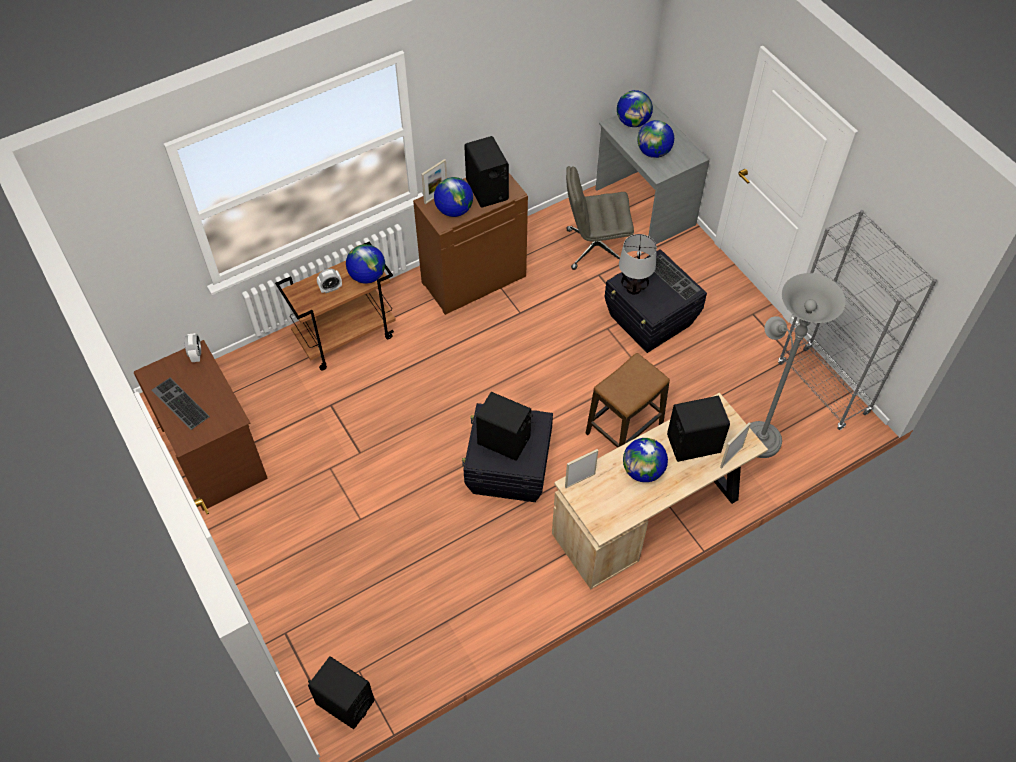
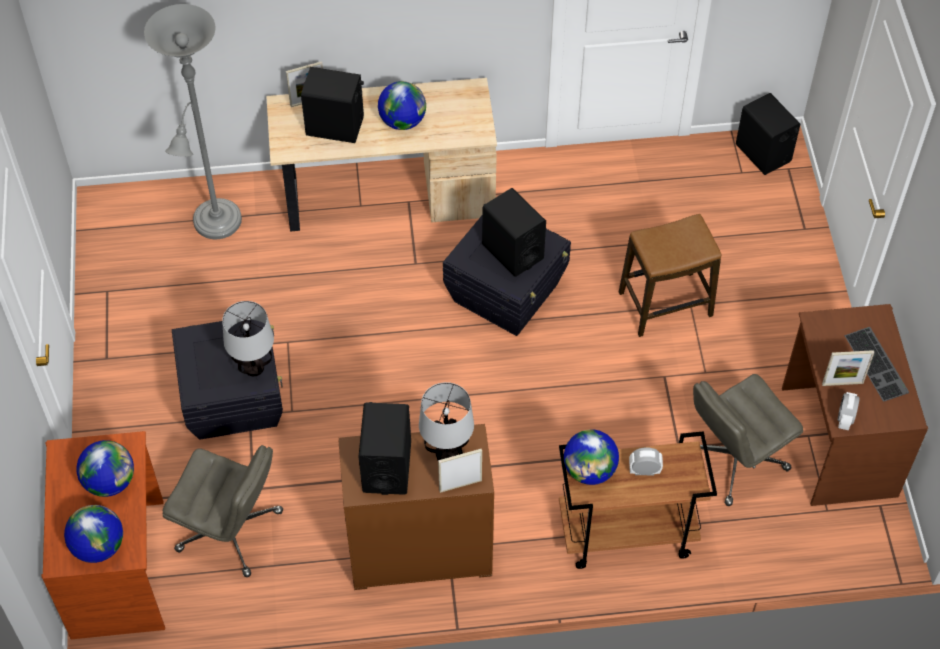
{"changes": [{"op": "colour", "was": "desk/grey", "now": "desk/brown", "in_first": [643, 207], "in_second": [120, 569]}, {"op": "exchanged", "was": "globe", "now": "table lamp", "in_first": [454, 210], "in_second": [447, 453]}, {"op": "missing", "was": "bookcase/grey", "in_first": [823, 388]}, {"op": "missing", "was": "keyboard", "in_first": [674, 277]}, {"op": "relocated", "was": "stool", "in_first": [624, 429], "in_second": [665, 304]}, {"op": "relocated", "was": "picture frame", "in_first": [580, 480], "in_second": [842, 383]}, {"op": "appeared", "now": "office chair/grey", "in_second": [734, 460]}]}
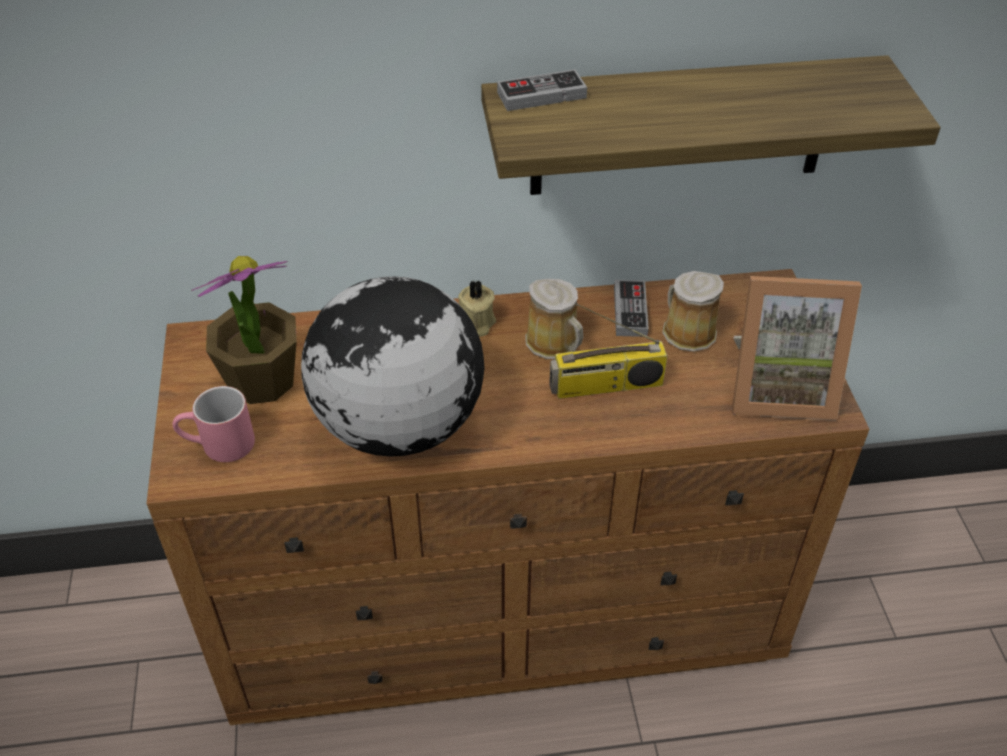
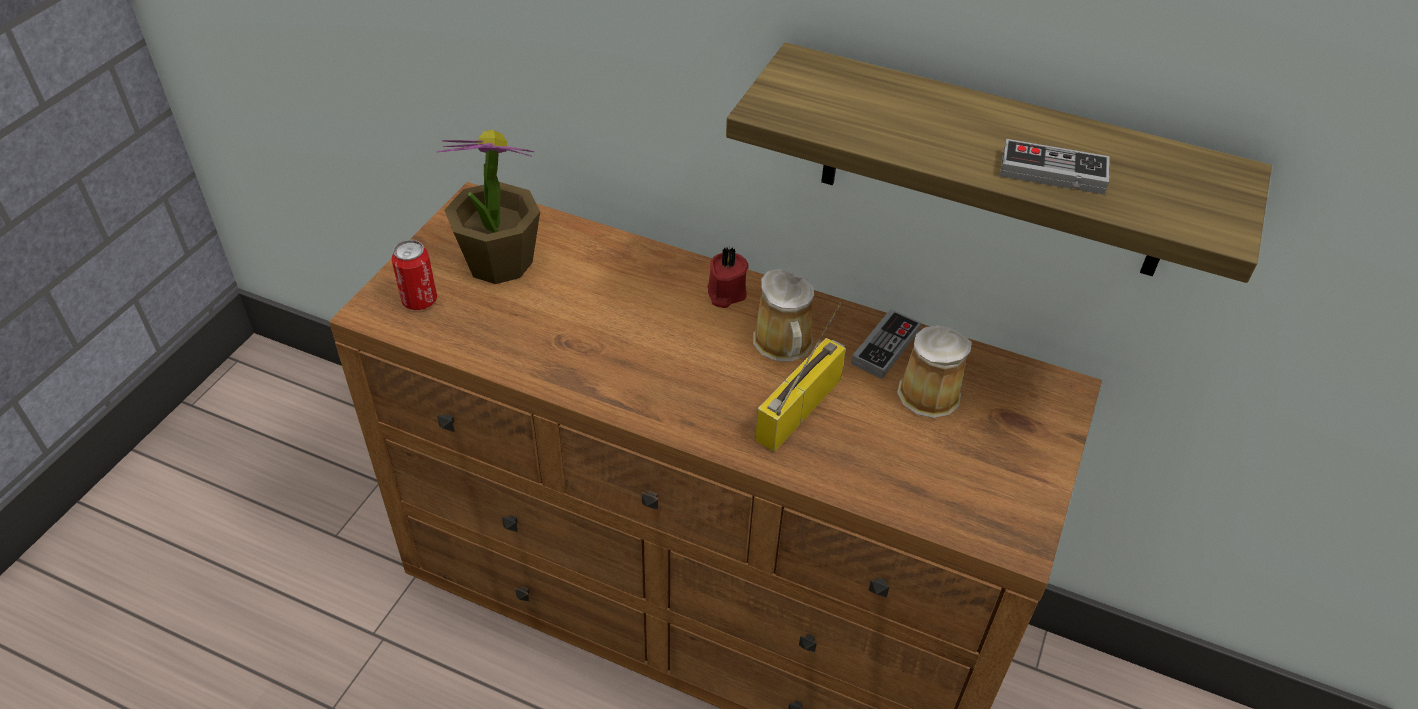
{"changes": [{"op": "relocated", "was": "game controller", "in_first": [541, 95], "in_second": [1052, 172]}, {"op": "missing", "was": "globe", "in_first": [397, 425]}, {"op": "missing", "was": "picture frame", "in_first": [779, 388]}, {"op": "colour", "was": "candle/beige", "now": "candle/red", "in_first": [476, 323], "in_second": [725, 293]}, {"op": "spun", "was": "radio", "in_first": [606, 386], "in_second": [798, 407], "clockwise": 105}, {"op": "exchanged", "was": "mug/pink", "now": "can", "in_first": [218, 446], "in_second": [419, 301]}]}
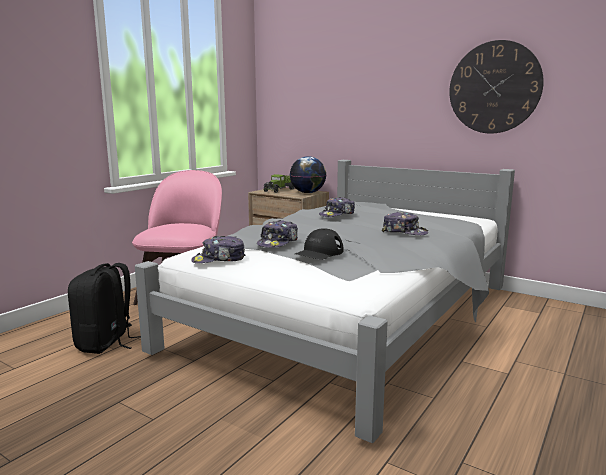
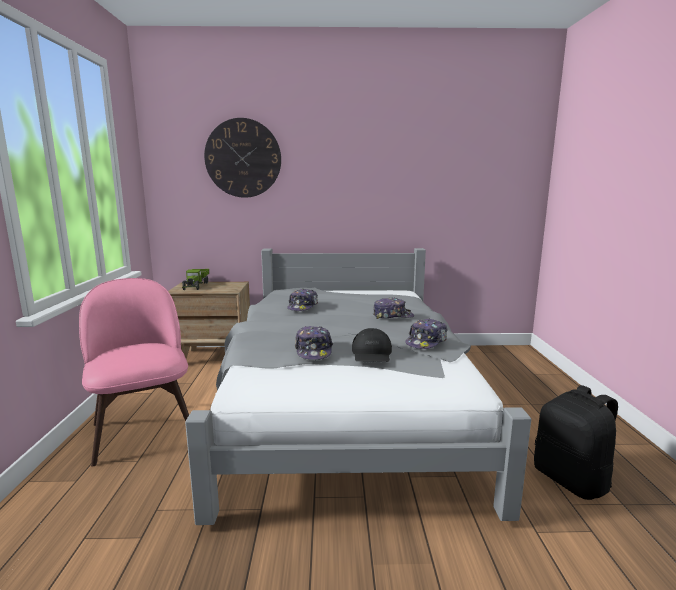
{"changes": [{"op": "relocated", "was": "wall clock", "in_first": [494, 87], "in_second": [243, 158]}, {"op": "missing", "was": "globe", "in_first": [308, 193]}, {"op": "relocated", "was": "cap", "in_first": [219, 260], "in_second": [426, 342]}, {"op": "relocated", "was": "backpack/black", "in_first": [106, 343], "in_second": [572, 480]}]}
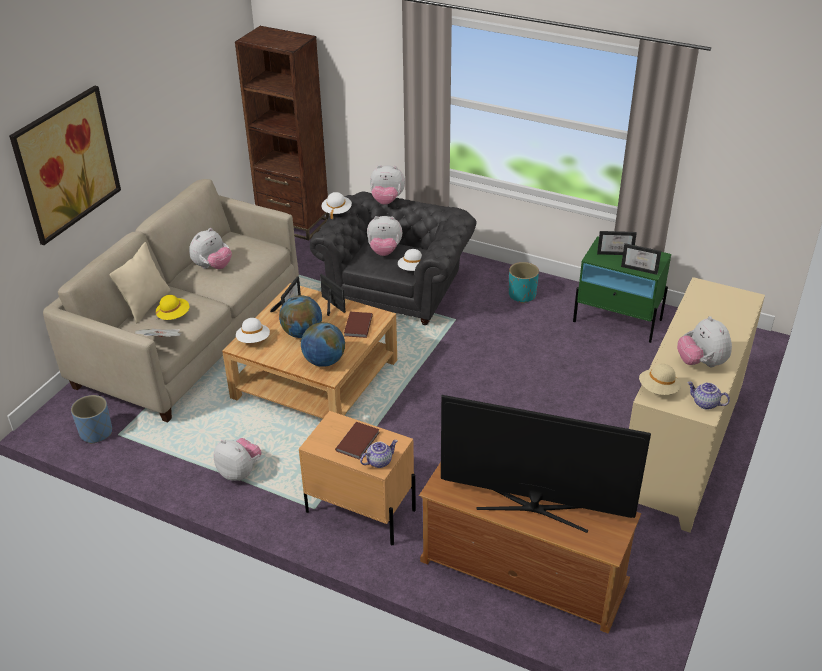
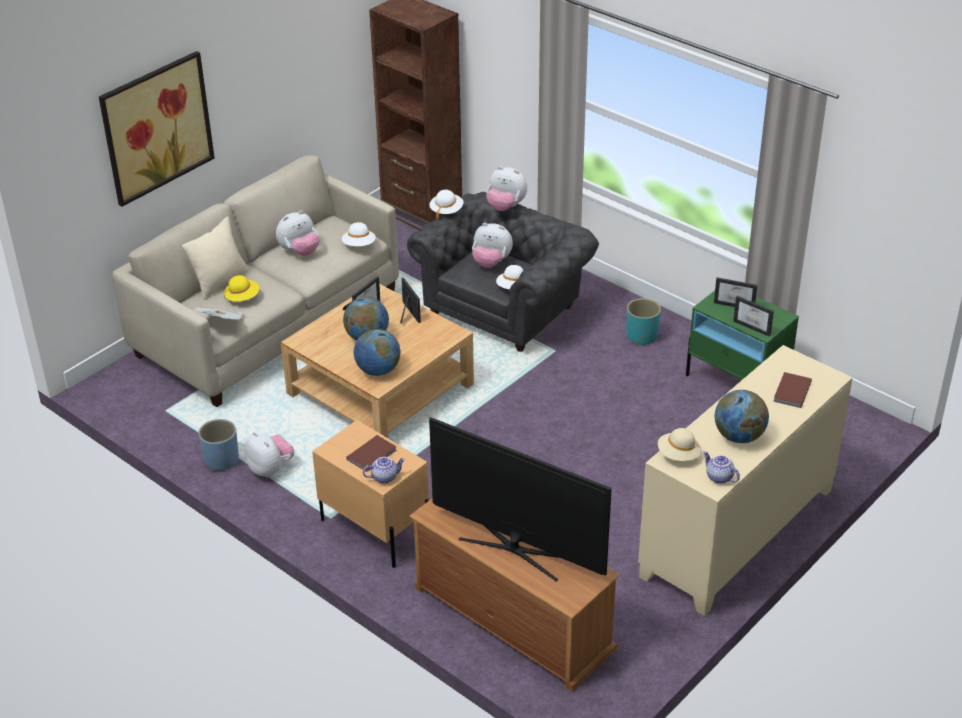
{"changes": [{"op": "relocated", "was": "book/brown", "in_first": [357, 326], "in_second": [791, 392]}, {"op": "exchanged", "was": "plush toy", "now": "globe", "in_first": [701, 363], "in_second": [739, 436]}, {"op": "relocated", "was": "hat/white", "in_first": [253, 340], "in_second": [359, 245]}, {"op": "relocated", "was": "planter/blue", "in_first": [96, 433], "in_second": [221, 460]}]}
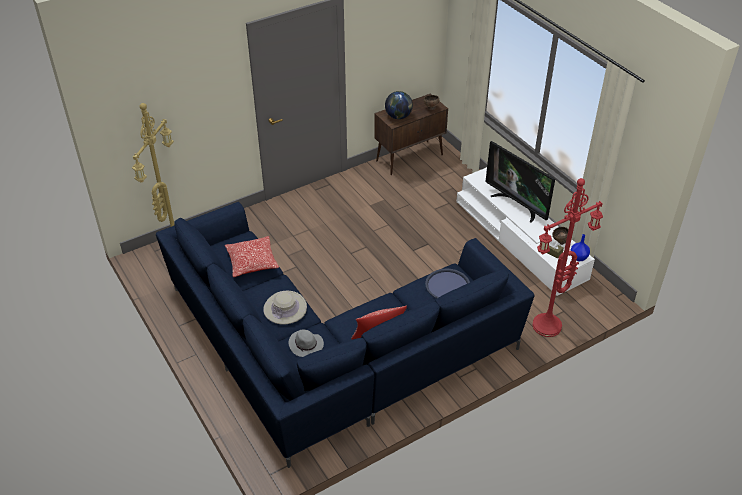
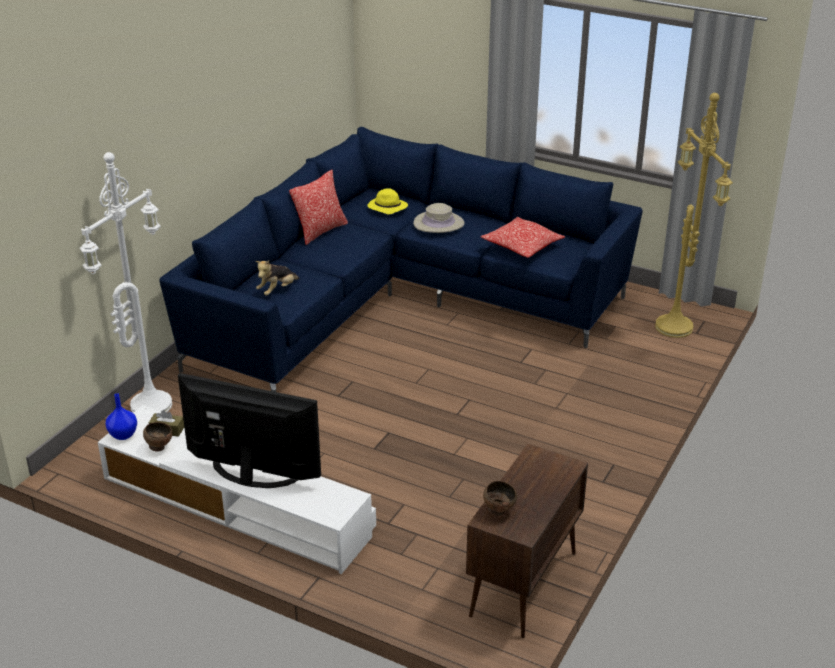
{"changes": [{"op": "missing", "was": "globe", "in_first": [398, 116]}, {"op": "colour", "was": "floor lamp/red", "now": "floor lamp/white", "in_first": [547, 327], "in_second": [150, 404]}, {"op": "exchanged", "was": "tray/blue", "now": "plush toy", "in_first": [447, 285], "in_second": [277, 290]}, {"op": "colour", "was": "hat/grey", "now": "hat/yellow", "in_first": [306, 345], "in_second": [387, 208]}]}
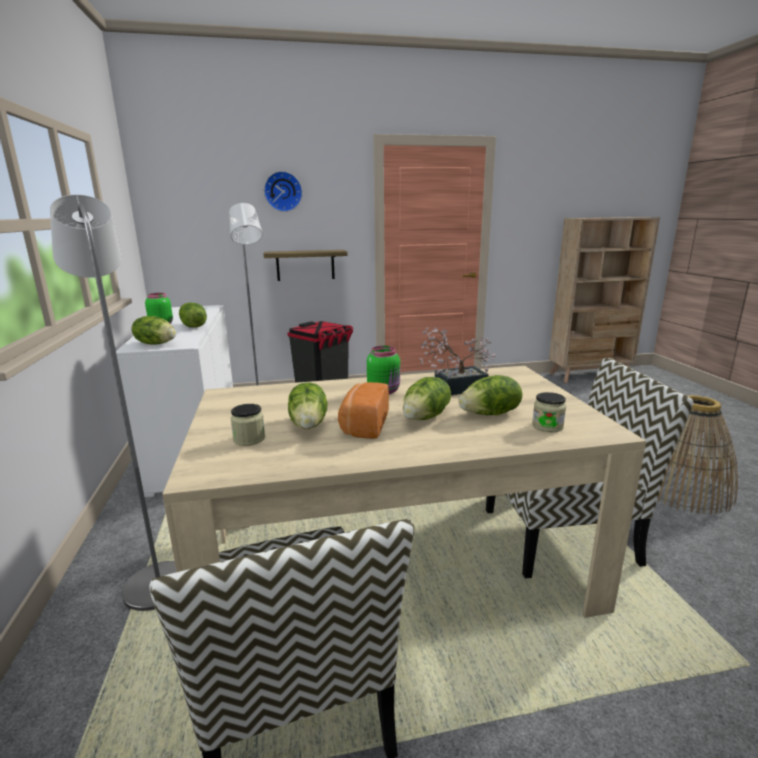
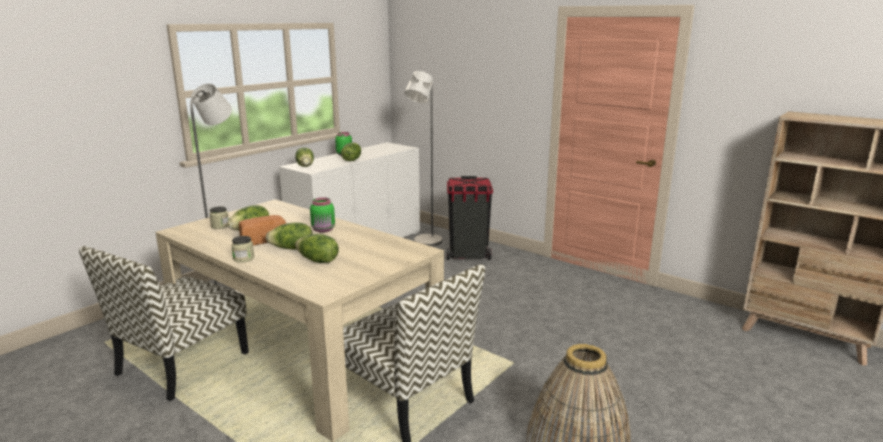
{"changes": [{"op": "missing", "was": "wall clock", "in_first": [283, 191]}, {"op": "missing", "was": "shelf", "in_first": [305, 265]}, {"op": "missing", "was": "potted plant", "in_first": [454, 388]}, {"op": "relocated", "was": "jar", "in_first": [547, 426], "in_second": [243, 258]}]}
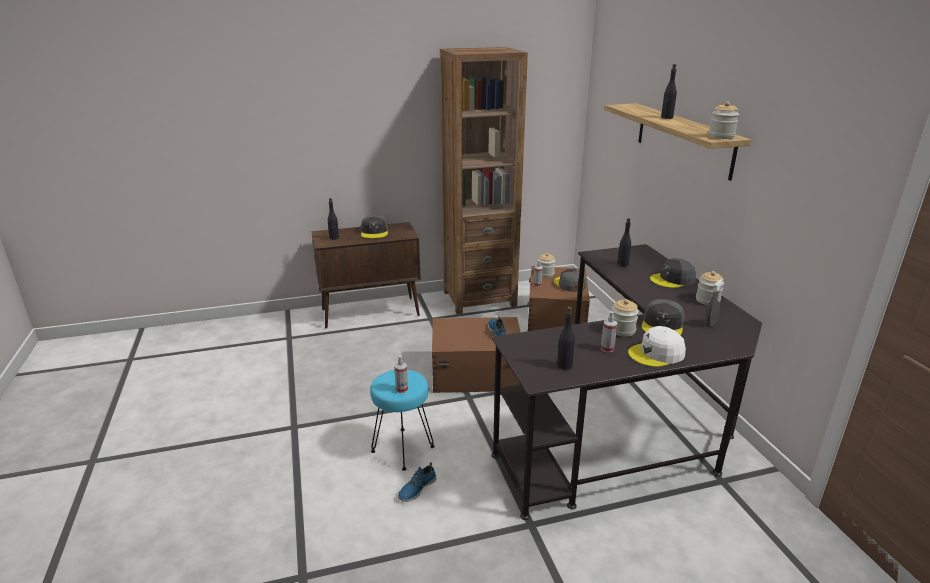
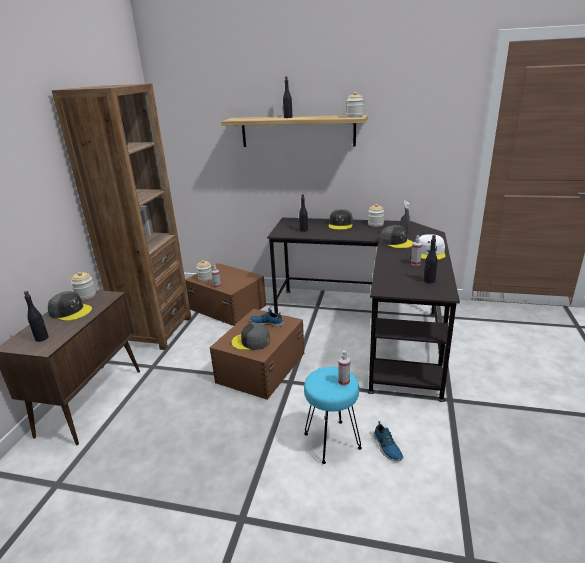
{"changes": [{"op": "relocated", "was": "cap/grey", "in_first": [569, 284], "in_second": [251, 341]}, {"op": "relocated", "was": "jar", "in_first": [622, 330], "in_second": [85, 295]}]}
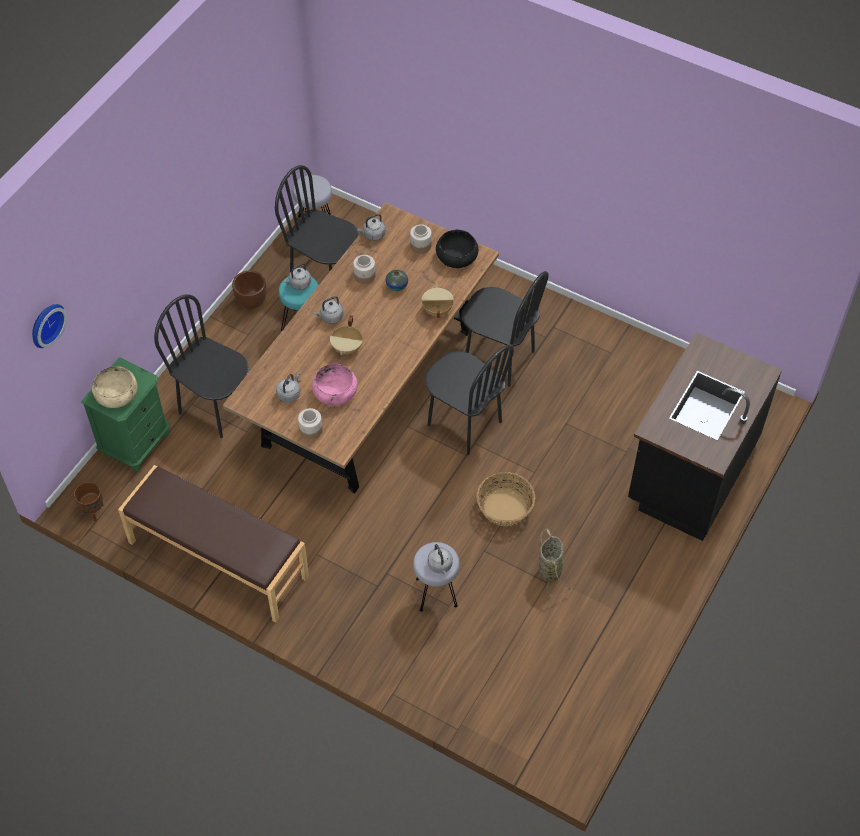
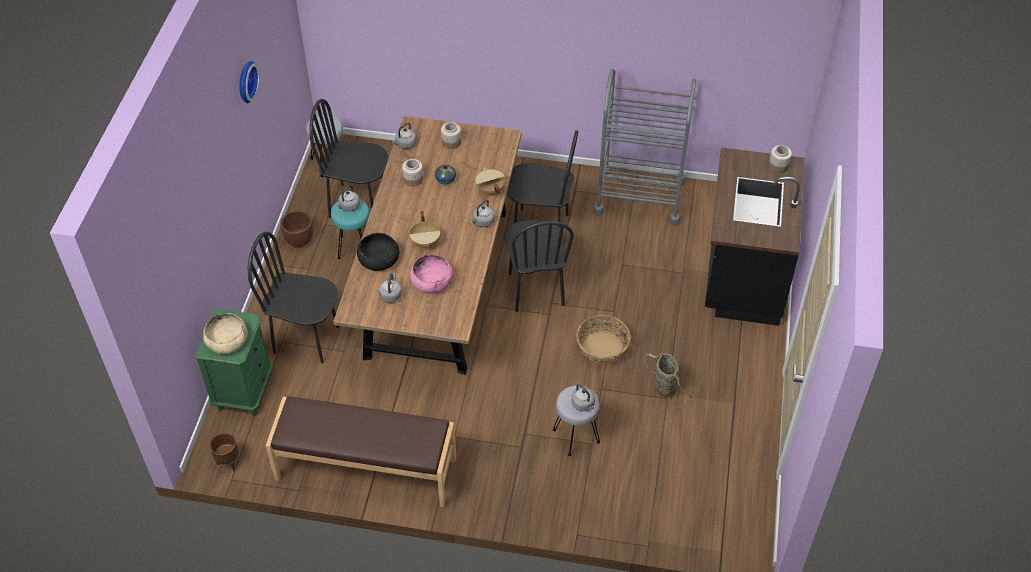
{"changes": [{"op": "relocated", "was": "bowl/black", "in_first": [457, 256], "in_second": [379, 259]}, {"op": "relocated", "was": "kettle/grey", "in_first": [330, 317], "in_second": [482, 222]}, {"op": "relocated", "was": "wall clock", "in_first": [45, 324], "in_second": [245, 81]}, {"op": "spun", "was": "chair/black", "in_first": [464, 424], "in_second": [535, 289], "clockwise": 60}, {"op": "relocated", "was": "jar", "in_first": [311, 430], "in_second": [778, 166]}, {"op": "appeared", "now": "cart/grey", "in_second": [639, 197]}]}
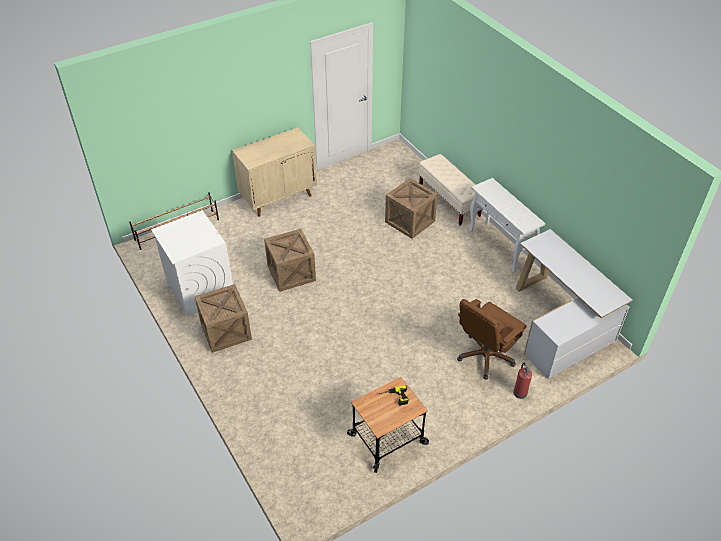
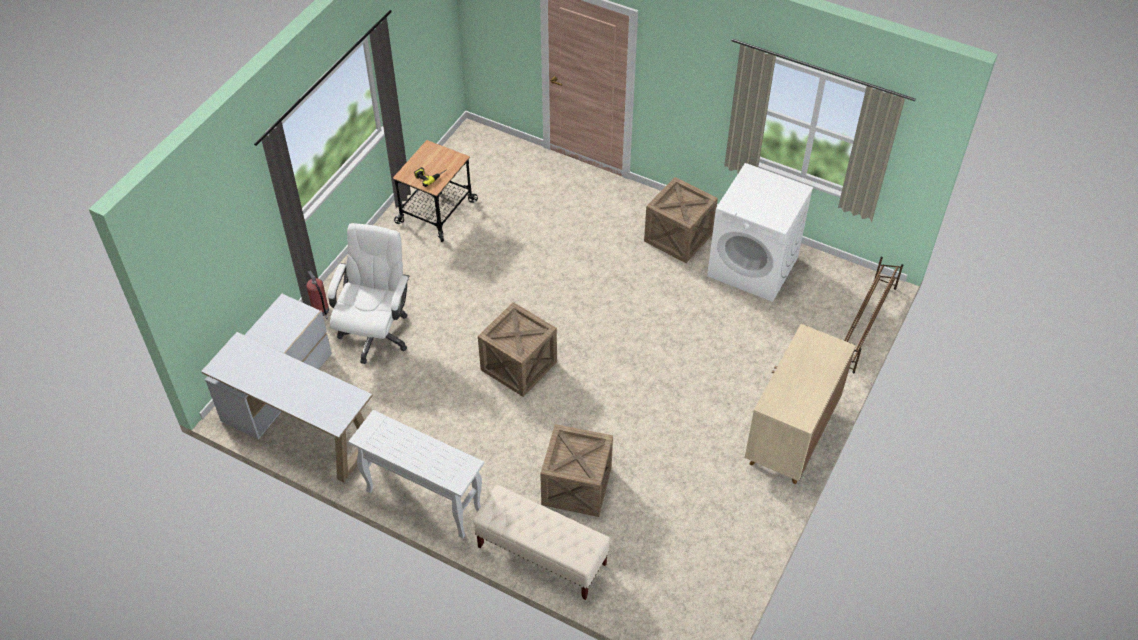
{"changes": [{"op": "relocated", "was": "crate", "in_first": [291, 273], "in_second": [519, 366]}, {"op": "colour", "was": "office chair/brown", "now": "office chair/white", "in_first": [485, 356], "in_second": [375, 334]}]}
